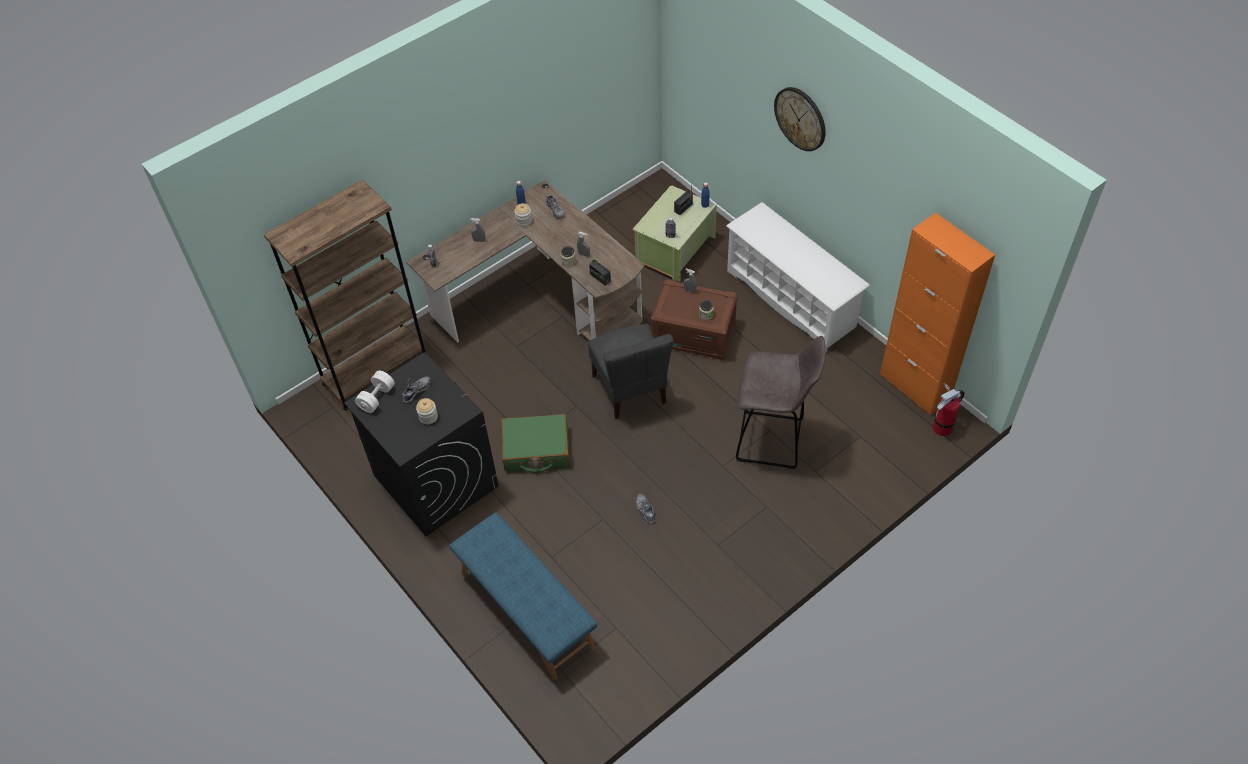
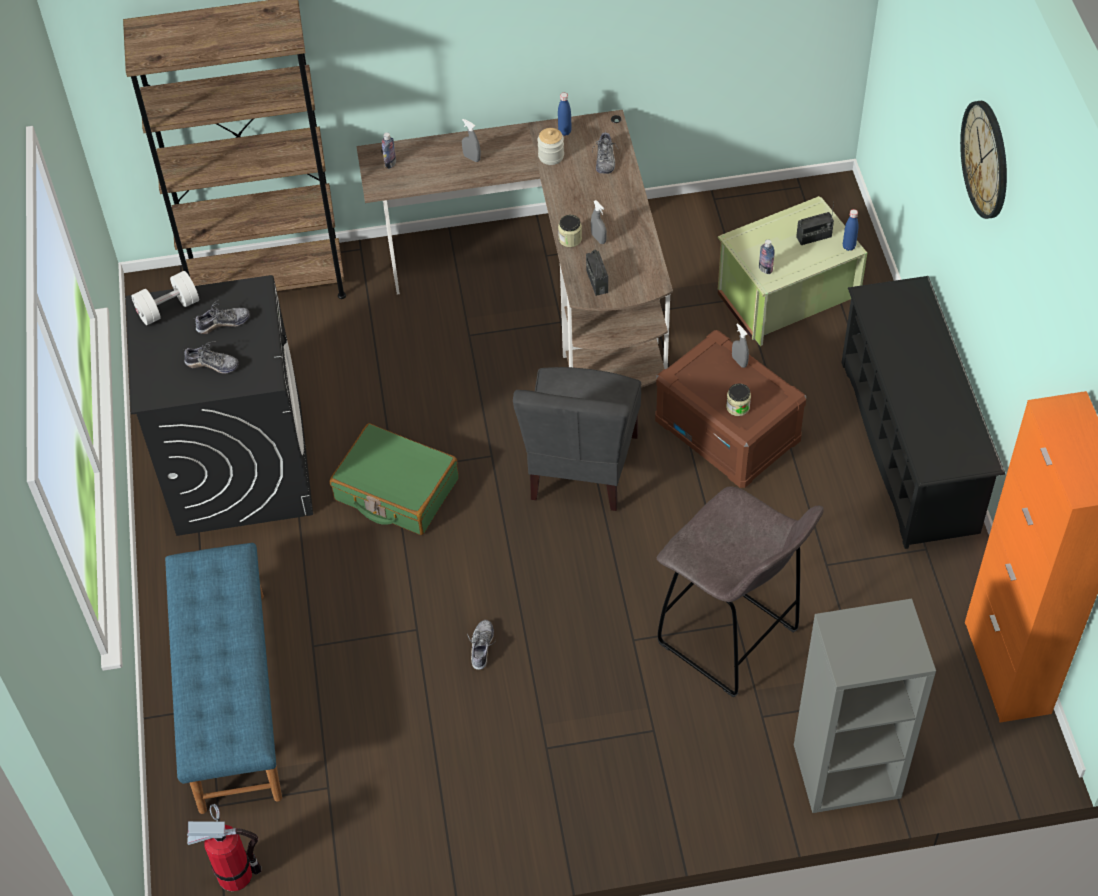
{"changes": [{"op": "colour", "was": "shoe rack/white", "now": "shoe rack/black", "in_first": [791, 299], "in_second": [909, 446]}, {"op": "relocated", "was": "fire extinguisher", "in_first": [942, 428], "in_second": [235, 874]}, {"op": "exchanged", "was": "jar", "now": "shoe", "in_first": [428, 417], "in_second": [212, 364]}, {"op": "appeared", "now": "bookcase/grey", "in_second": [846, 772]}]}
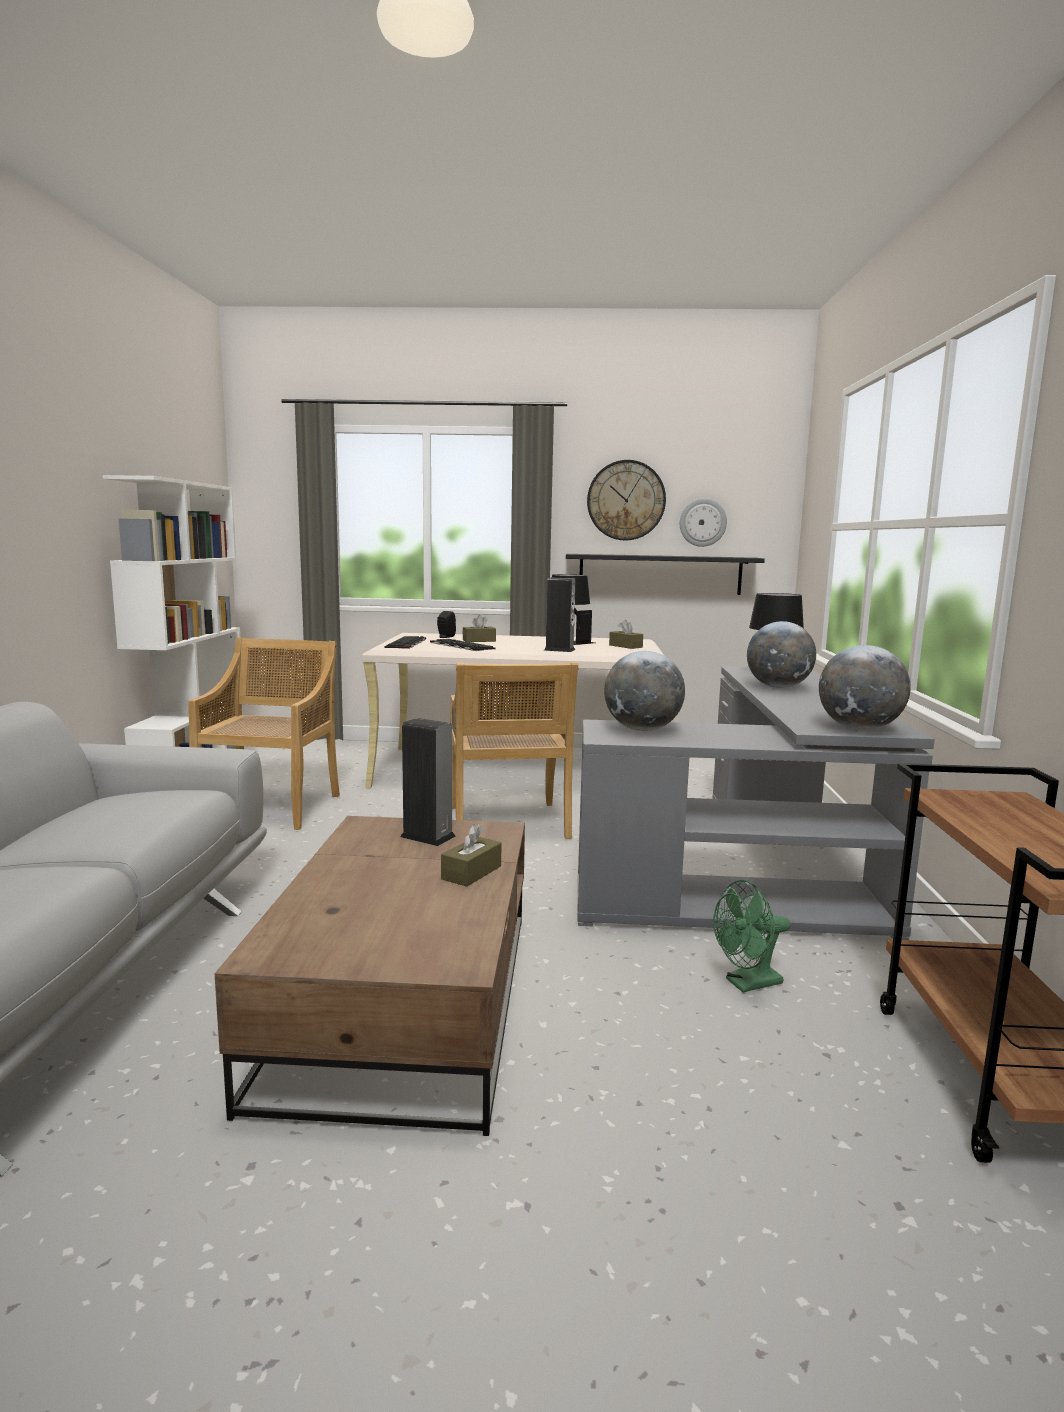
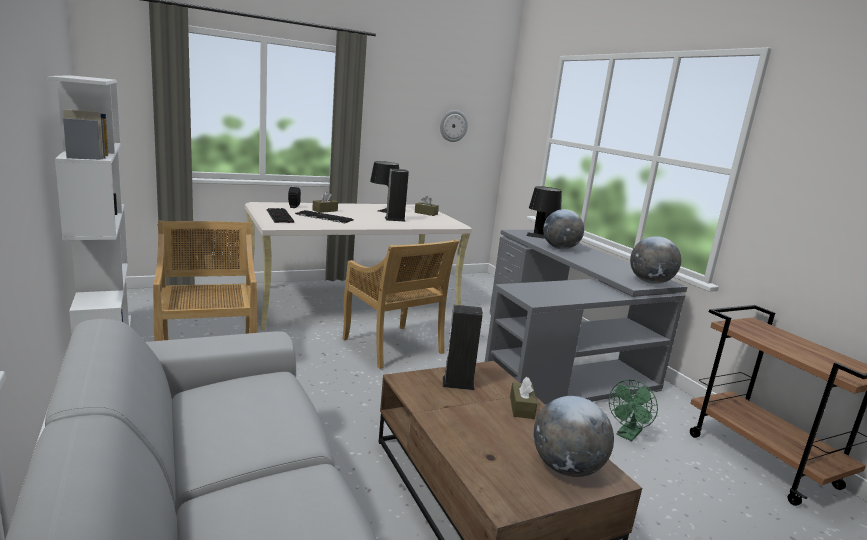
{"changes": [{"op": "missing", "was": "wall clock", "in_first": [626, 500]}, {"op": "missing", "was": "shelf/black", "in_first": [660, 574]}, {"op": "relocated", "was": "globe", "in_first": [642, 729], "in_second": [566, 468]}]}
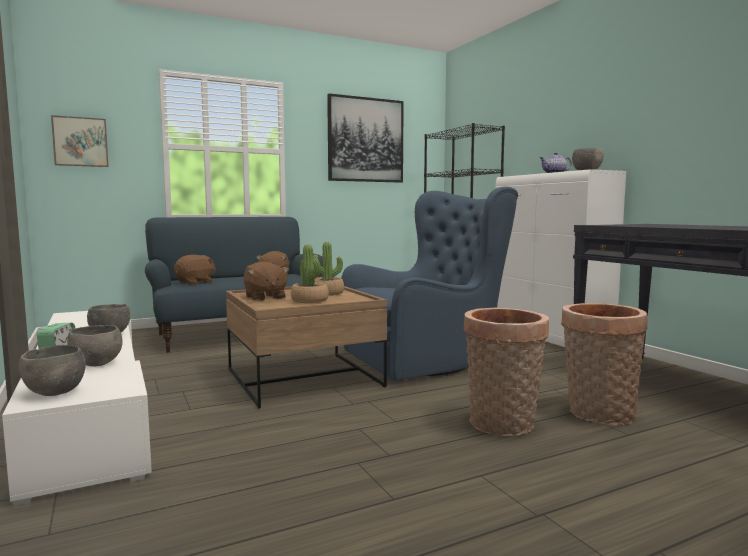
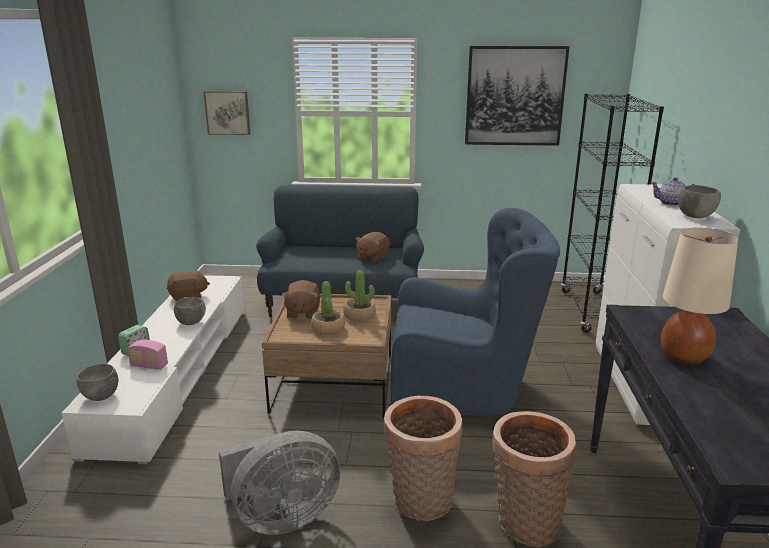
{"changes": [{"op": "relocated", "was": "plush toy/brown", "in_first": [196, 282], "in_second": [188, 297]}, {"op": "exchanged", "was": "bowl/grey", "now": "radio", "in_first": [97, 364], "in_second": [149, 366]}, {"op": "appeared", "now": "table lamp/beige", "in_second": [683, 357]}, {"op": "appeared", "now": "fan/grey", "in_second": [281, 517]}]}
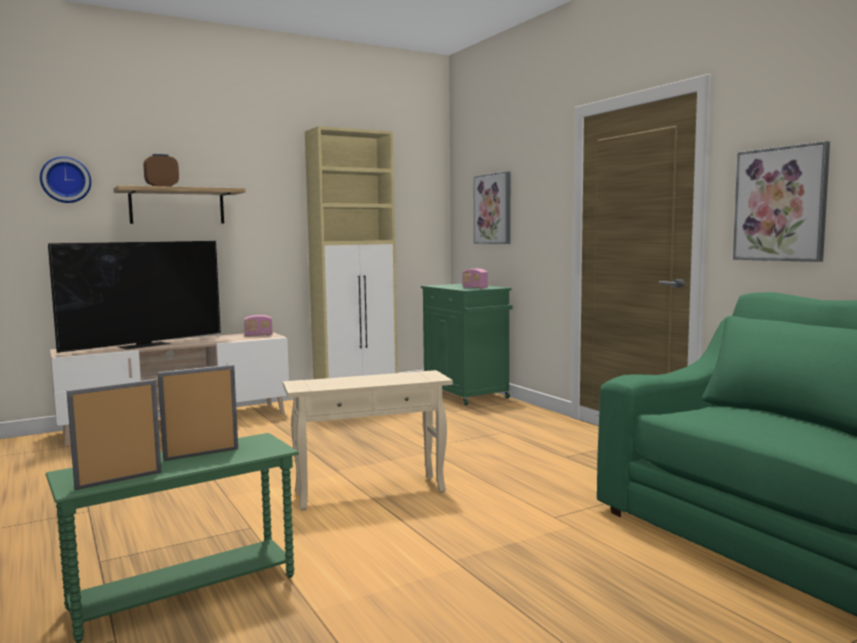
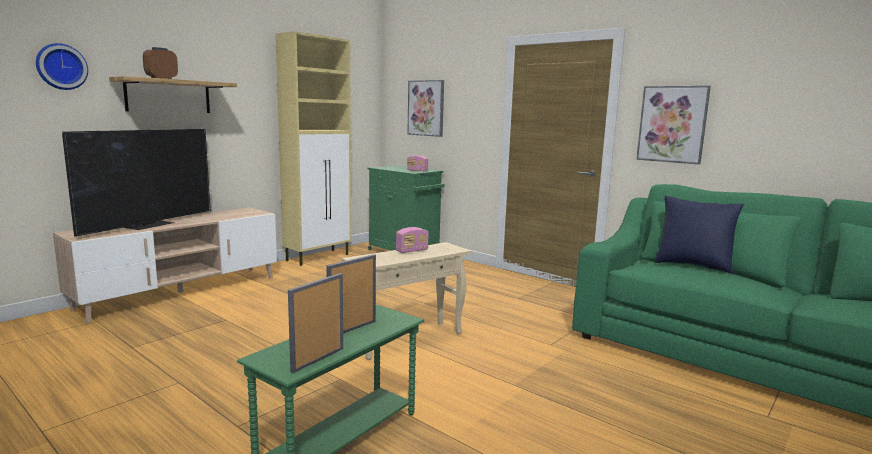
{"changes": [{"op": "relocated", "was": "radio", "in_first": [258, 335], "in_second": [412, 251]}, {"op": "appeared", "now": "pillow/blue", "in_second": [692, 266]}]}
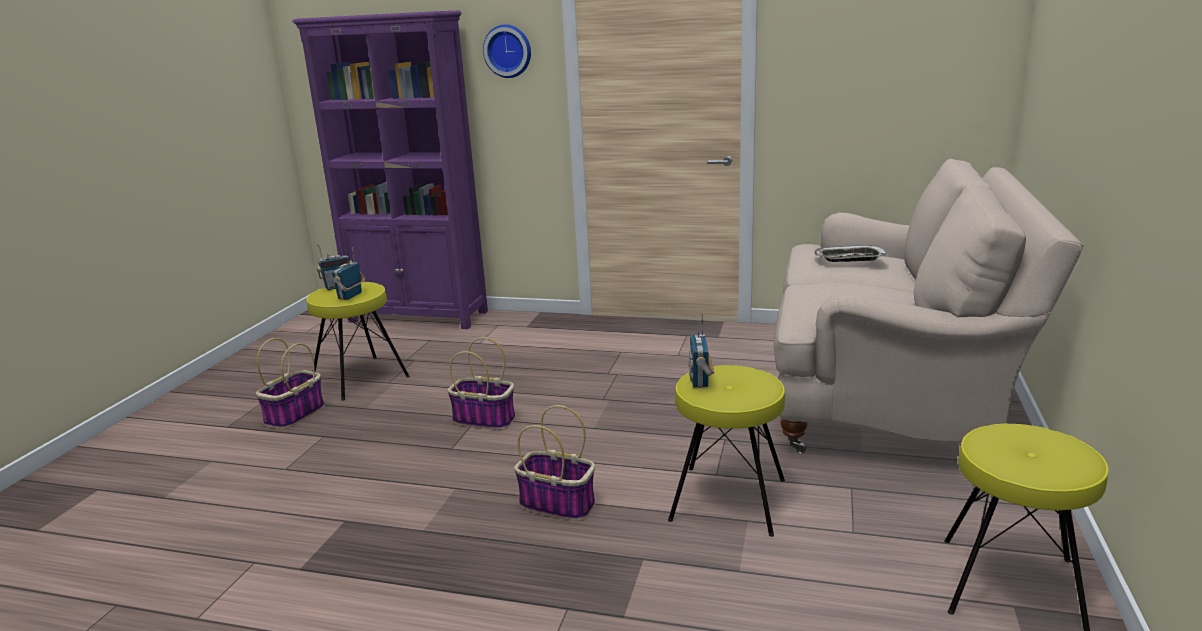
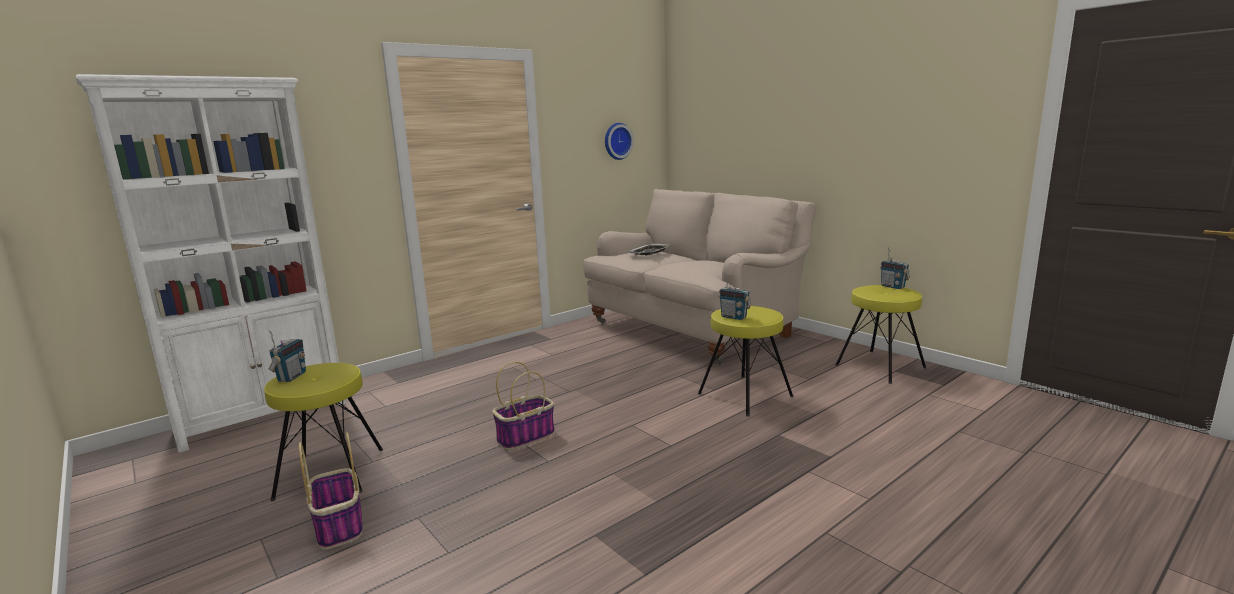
{"changes": [{"op": "colour", "was": "bookcase/purple", "now": "bookcase/white", "in_first": [419, 316], "in_second": [264, 416]}, {"op": "relocated", "was": "wall clock", "in_first": [508, 51], "in_second": [616, 141]}, {"op": "relocated", "was": "radio", "in_first": [350, 296], "in_second": [893, 287]}, {"op": "missing", "was": "basket", "in_first": [559, 504]}]}
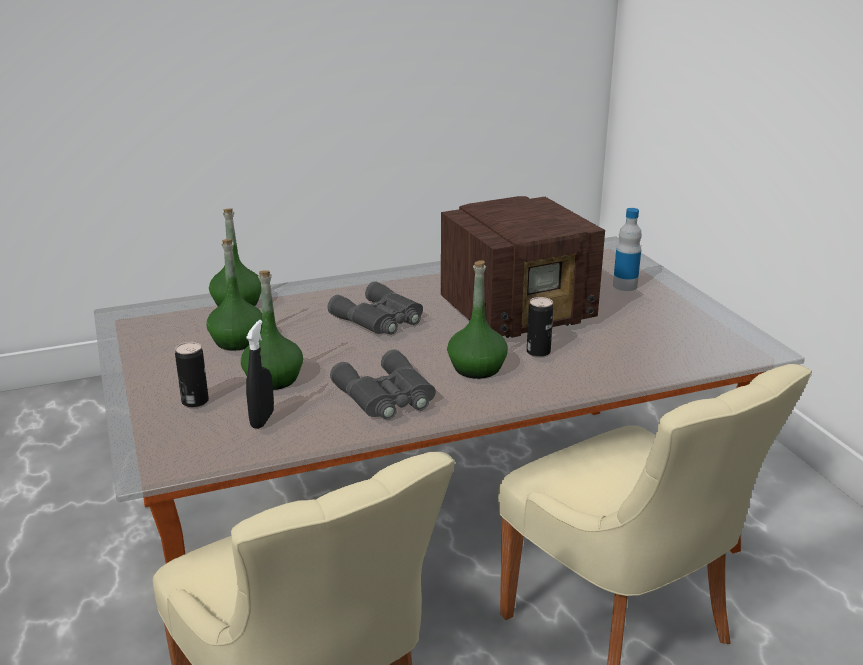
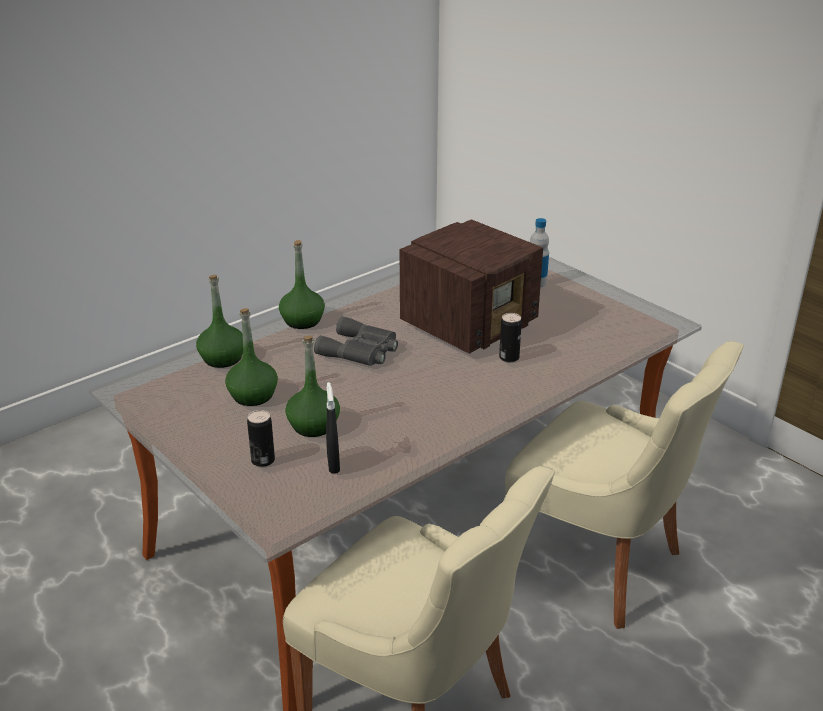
{"changes": [{"op": "relocated", "was": "bottle/green", "in_first": [476, 368], "in_second": [302, 321]}, {"op": "missing", "was": "binoculars/grey", "in_first": [386, 397]}]}
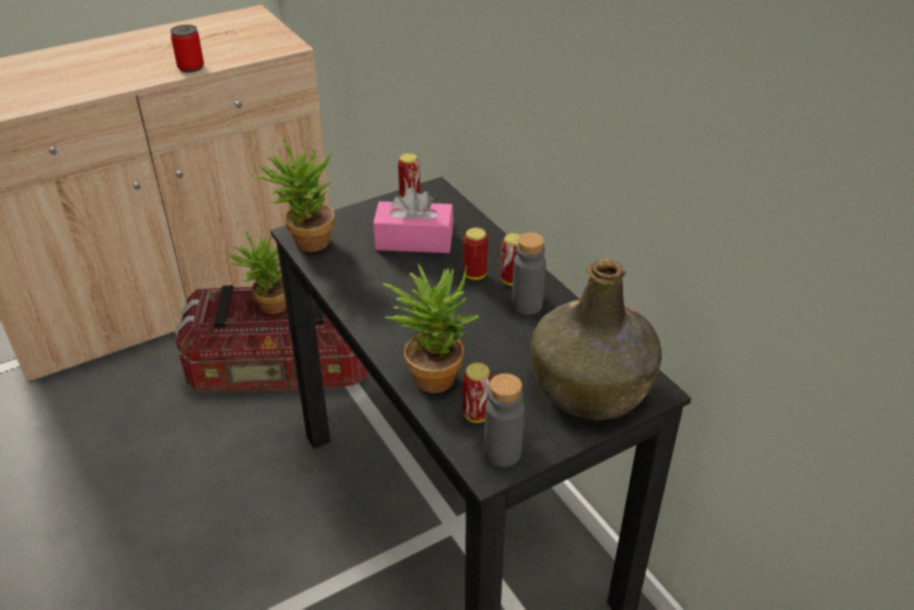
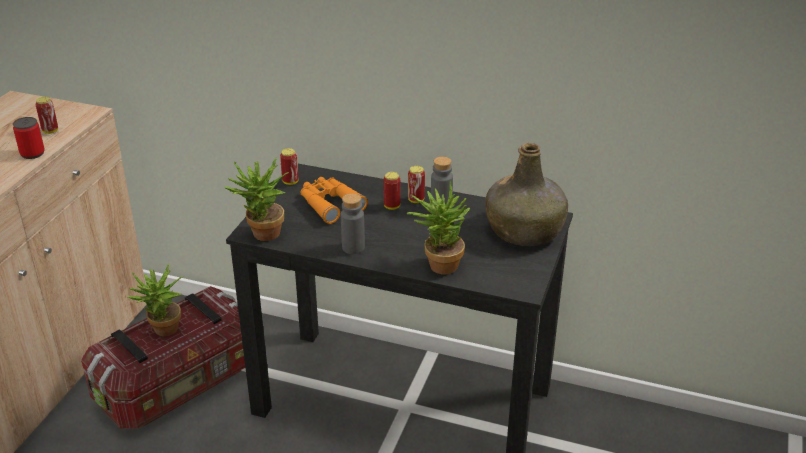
{"changes": [{"op": "exchanged", "was": "tissue box/pink", "now": "binoculars/orange", "in_first": [414, 240], "in_second": [329, 204]}, {"op": "relocated", "was": "can", "in_first": [476, 415], "in_second": [50, 131]}, {"op": "relocated", "was": "bottle/grey", "in_first": [502, 453], "in_second": [353, 247]}]}
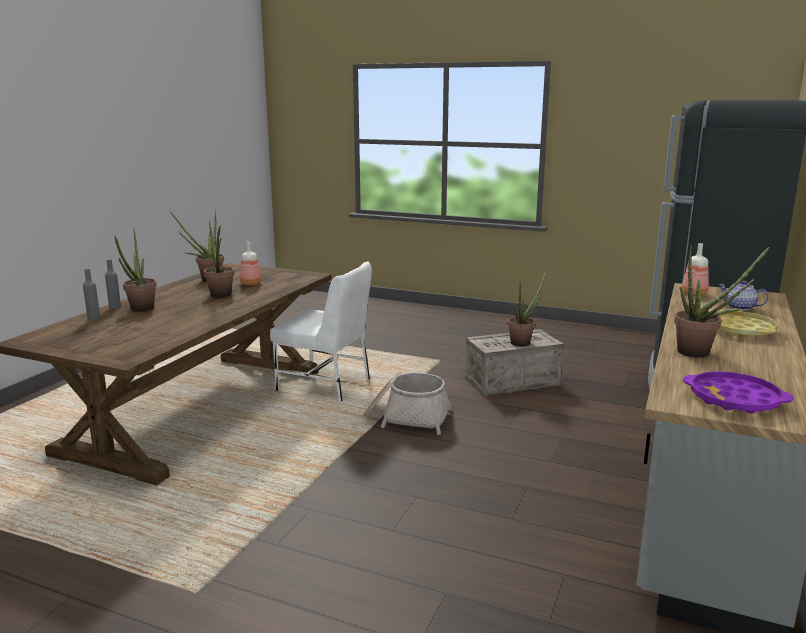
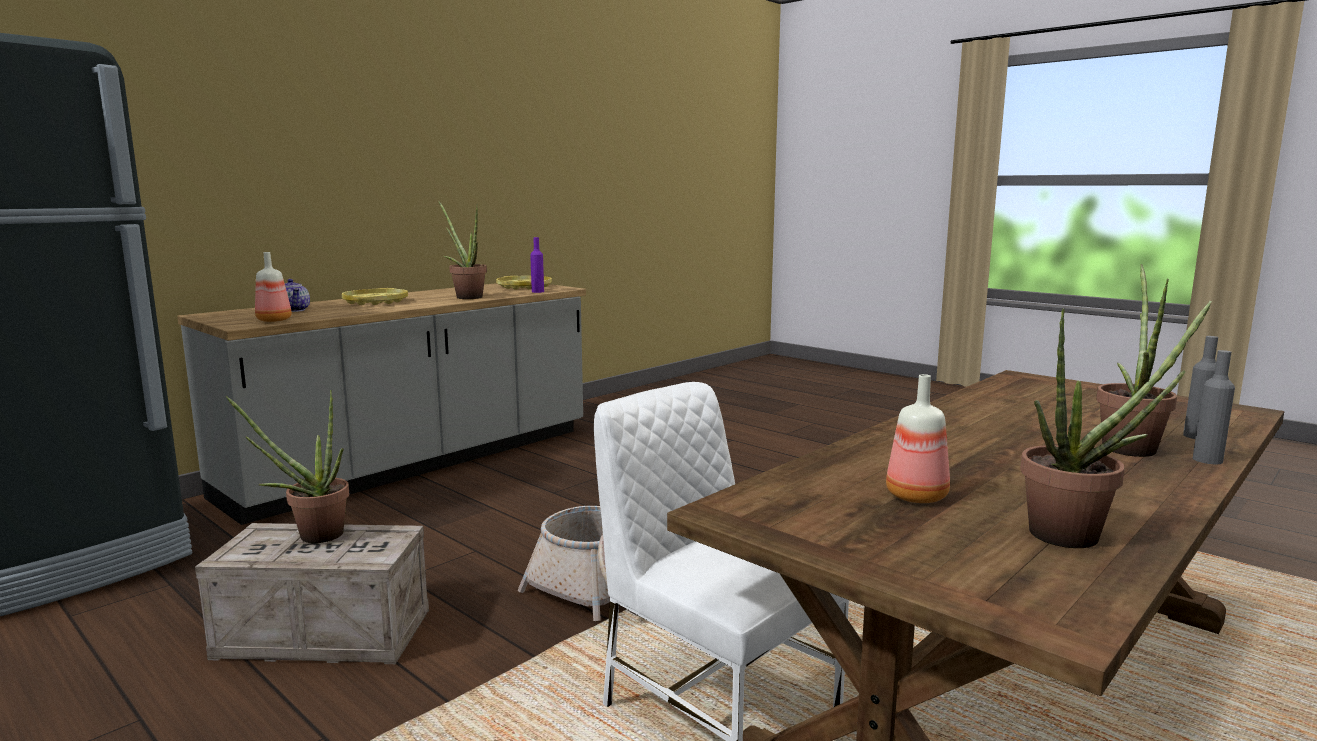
{"changes": [{"op": "missing", "was": "potted plant", "in_first": [221, 296]}, {"op": "colour", "was": "tray/purple", "now": "tray/yellow", "in_first": [734, 399], "in_second": [524, 287]}, {"op": "appeared", "now": "bottle/purple", "in_second": [537, 291]}]}
